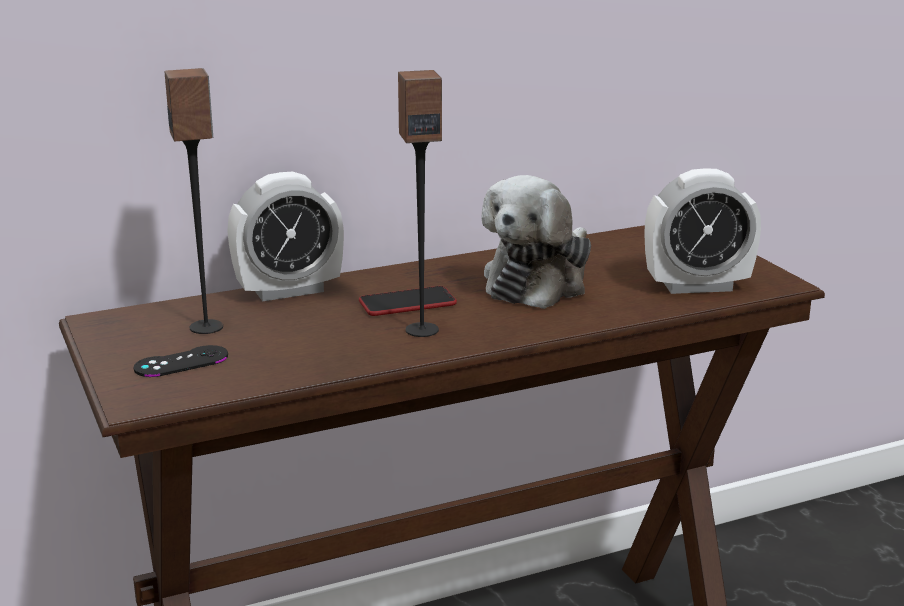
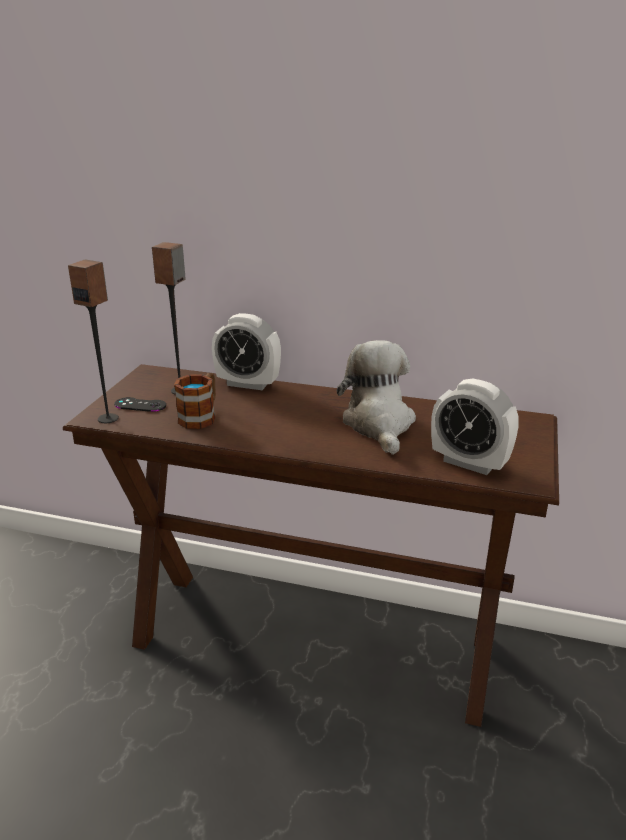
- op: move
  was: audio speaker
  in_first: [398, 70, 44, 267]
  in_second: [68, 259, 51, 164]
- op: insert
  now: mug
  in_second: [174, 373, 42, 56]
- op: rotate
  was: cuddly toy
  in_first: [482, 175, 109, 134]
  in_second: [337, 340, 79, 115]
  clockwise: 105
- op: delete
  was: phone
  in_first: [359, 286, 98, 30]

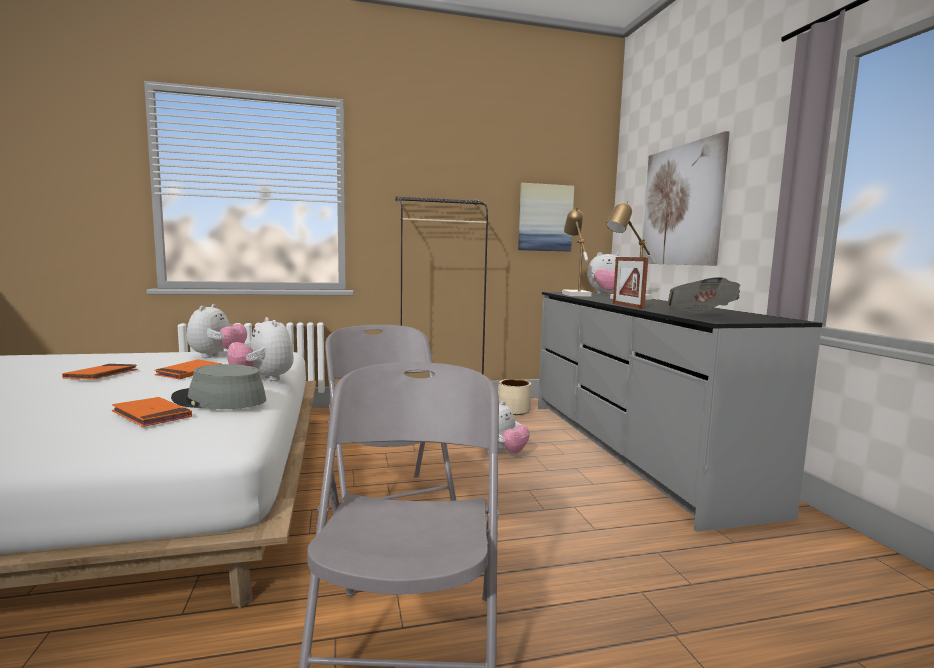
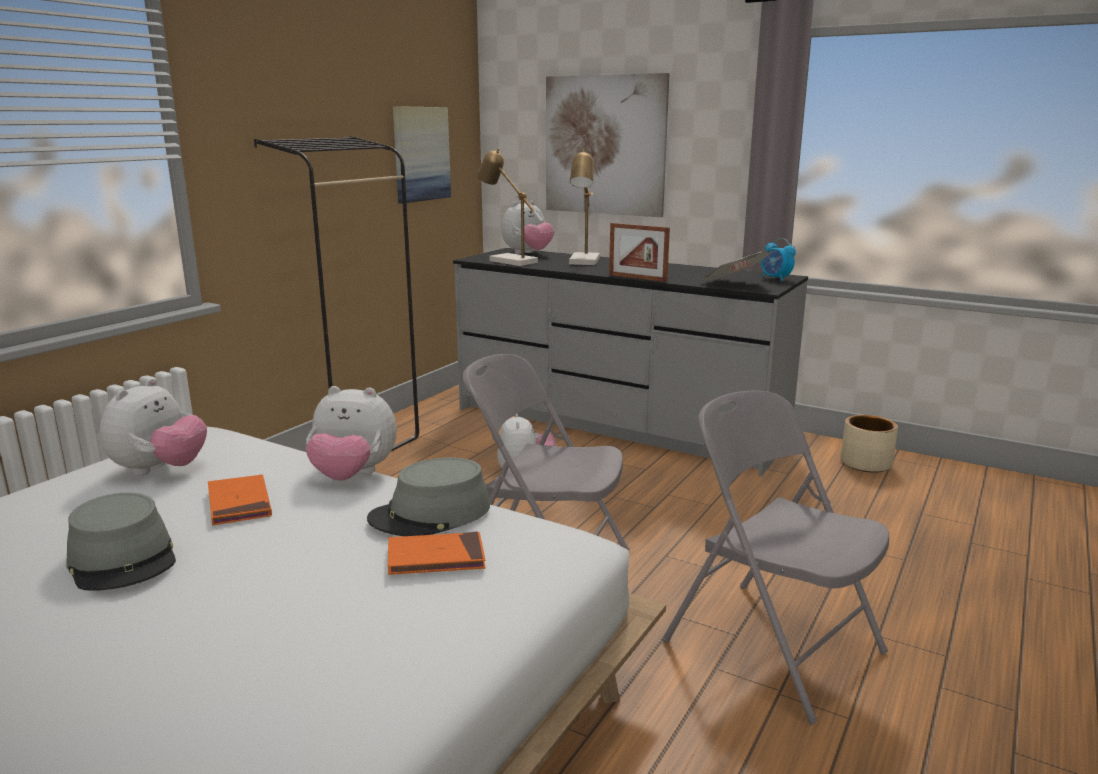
- op: replace
  was: orangey bound book
  now: grey wearable hat
  in_first: [62, 364, 76, 16]
  in_second: [66, 493, 110, 98]
- op: rotate
  was: cuddly toy
  in_first: [187, 304, 60, 54]
  in_second: [100, 379, 107, 97]
  clockwise: 60
- op: insert
  now: bedside clock
  in_second: [761, 238, 35, 43]
- op: move
  was: beige-coloured planter
  in_first: [498, 379, 33, 36]
  in_second: [840, 415, 58, 58]

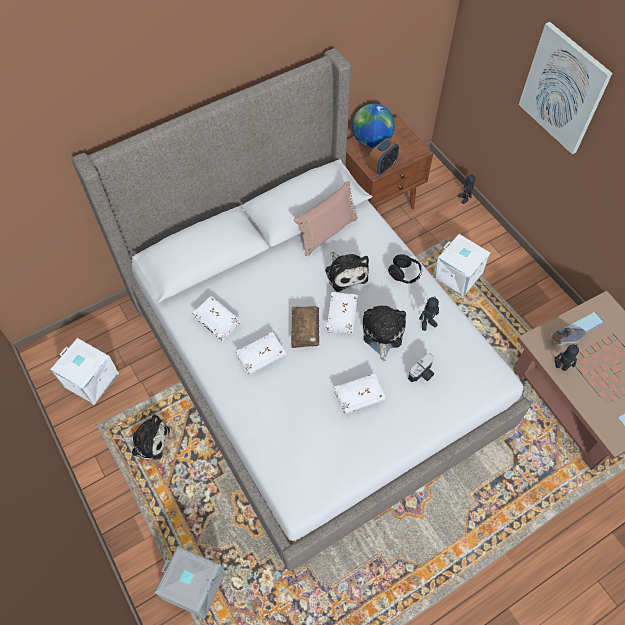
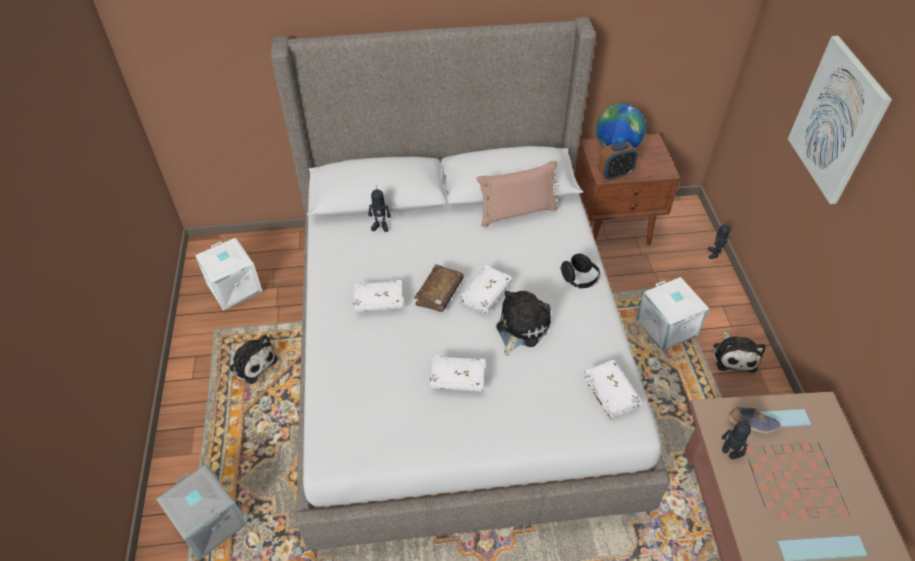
- op: move
  was: toy robot
  in_first: [419, 296, 20, 35]
  in_second: [368, 186, 23, 46]
- op: move
  was: white-coloured bound book
  in_first: [192, 296, 49, 45]
  in_second: [583, 360, 59, 60]
- op: move
  was: cuddly toy
  in_first: [325, 252, 44, 40]
  in_second: [713, 331, 52, 42]
- op: delete
  was: photo camera
  in_first: [408, 353, 26, 29]

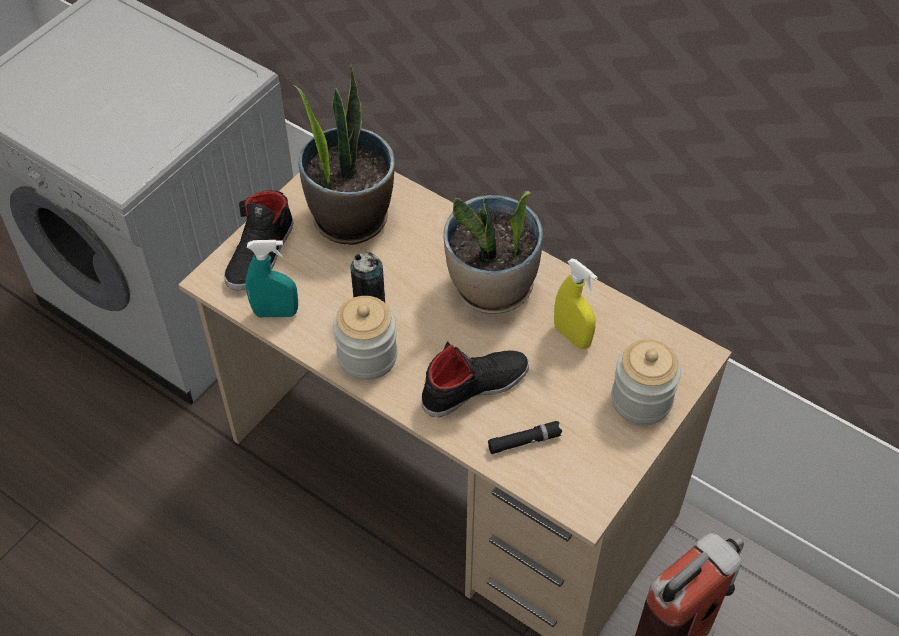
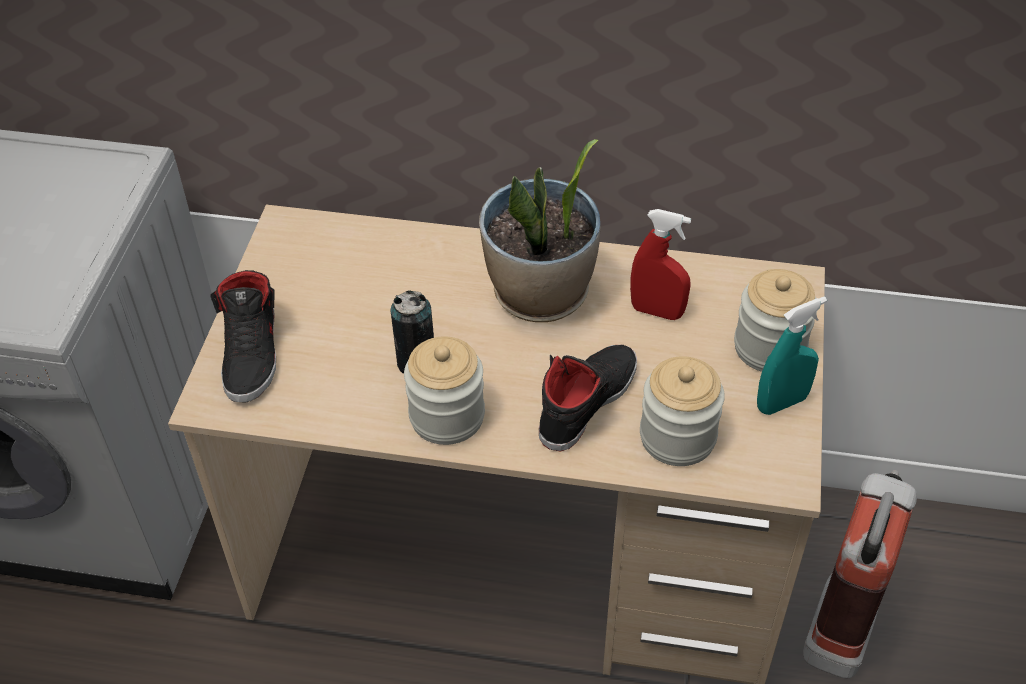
- op: recolor
  was: yellow spray bottle
  now: red-coloured spray bottle
  in_first: [554, 258, 44, 91]
  in_second: [630, 209, 61, 111]
- op: replace
  was: black torch
  now: preserve jar
  in_first: [488, 421, 74, 33]
  in_second: [640, 356, 85, 110]
- op: move
  was: turquoise-coloured spray bottle
  in_first: [246, 240, 52, 77]
  in_second: [757, 297, 70, 118]
- op: delete
  was: houseplant
  in_first: [292, 65, 103, 180]

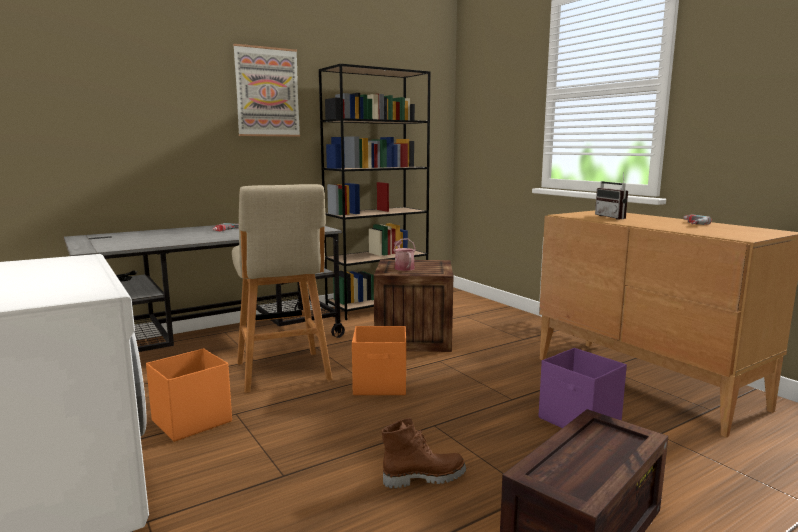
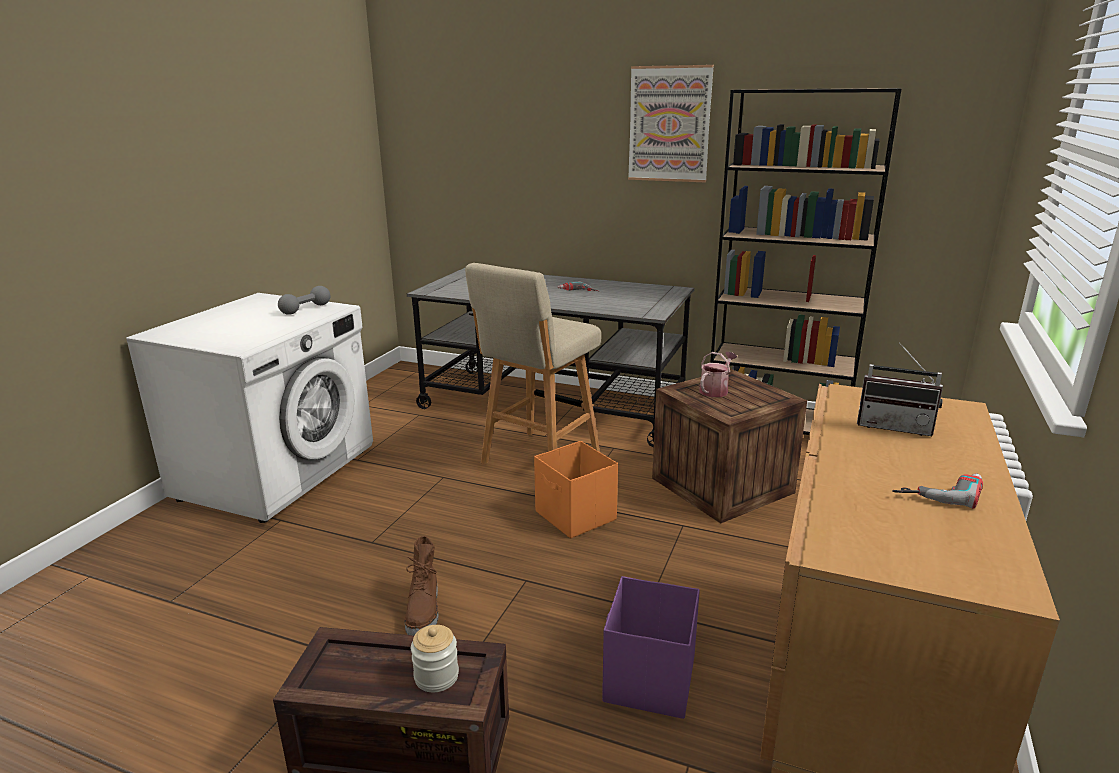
- op: insert
  now: grey dumbbell
  in_second: [278, 286, 53, 29]
- op: rotate
  was: brownish boot
  in_first: [382, 418, 84, 70]
  in_second: [405, 536, 34, 99]
  clockwise: 45
- op: insert
  now: preserve jar
  in_second: [411, 625, 48, 67]
- op: rotate
  was: radio set
  in_first: [595, 172, 33, 47]
  in_second: [857, 343, 86, 93]
  clockwise: -105
- op: delete
  was: orangey storage bin
  in_first: [146, 349, 86, 93]

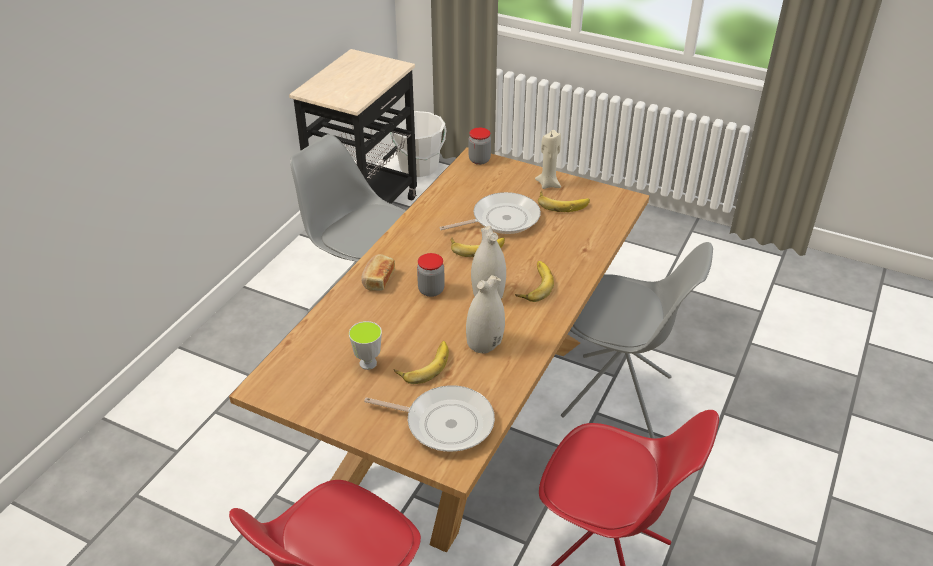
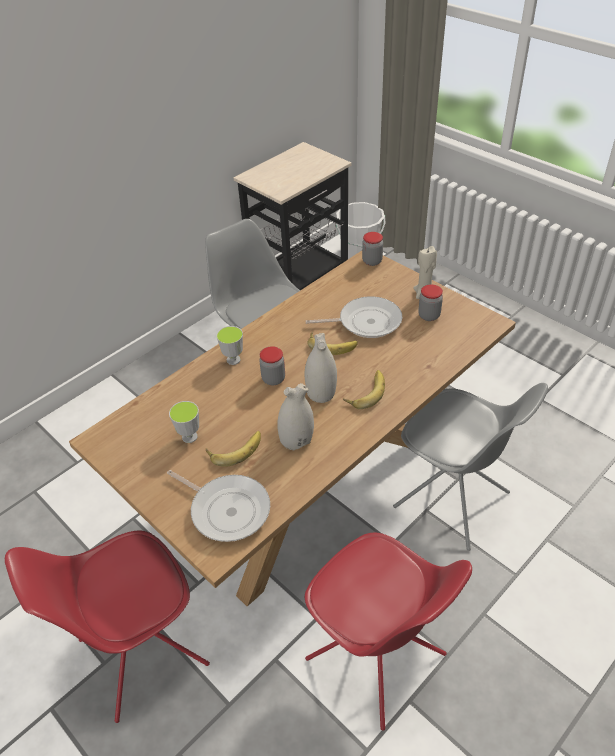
- op: replace
  was: bakery bread
  now: cup
  in_first: [361, 254, 34, 37]
  in_second: [216, 326, 27, 39]
- op: replace
  was: banana
  now: preserve jar
  in_first: [538, 191, 52, 21]
  in_second: [418, 284, 25, 37]

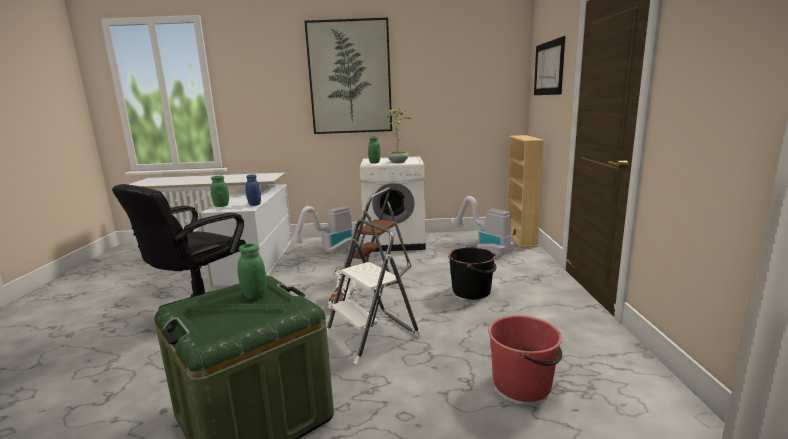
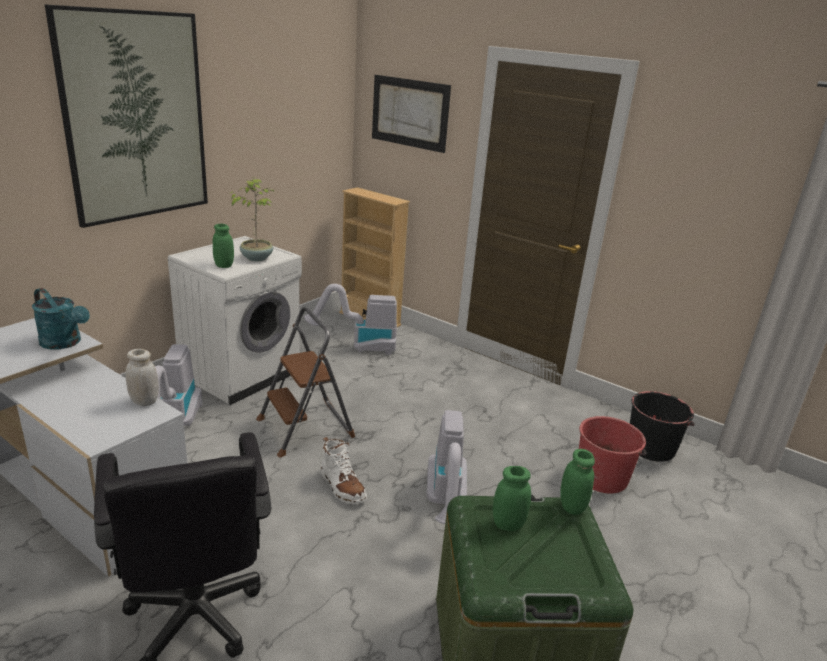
- op: insert
  now: turquoise-coloured sprinkling can
  in_second: [32, 288, 58, 61]
- op: recolor
  was: blue-coloured preserve jar
  now: white-coloured preserve jar
  in_first: [246, 174, 15, 32]
  in_second: [126, 349, 33, 57]
- op: replace
  was: white-coloured step stool
  now: vacuum cleaner
  in_first: [327, 219, 94, 146]
  in_second: [426, 410, 41, 114]
- op: move
  was: green preserve jar
  in_first: [211, 176, 18, 31]
  in_second: [560, 449, 35, 66]
- op: move
  was: black bucket
  in_first: [448, 247, 49, 52]
  in_second: [630, 391, 65, 71]

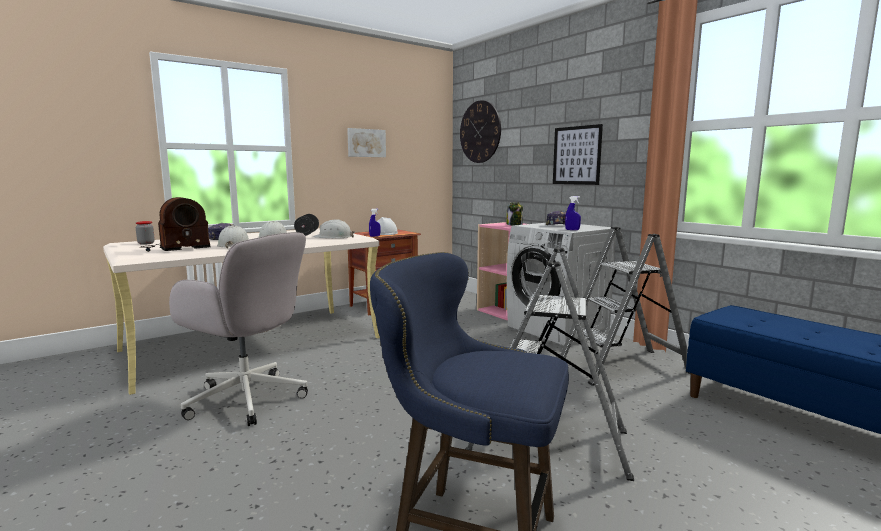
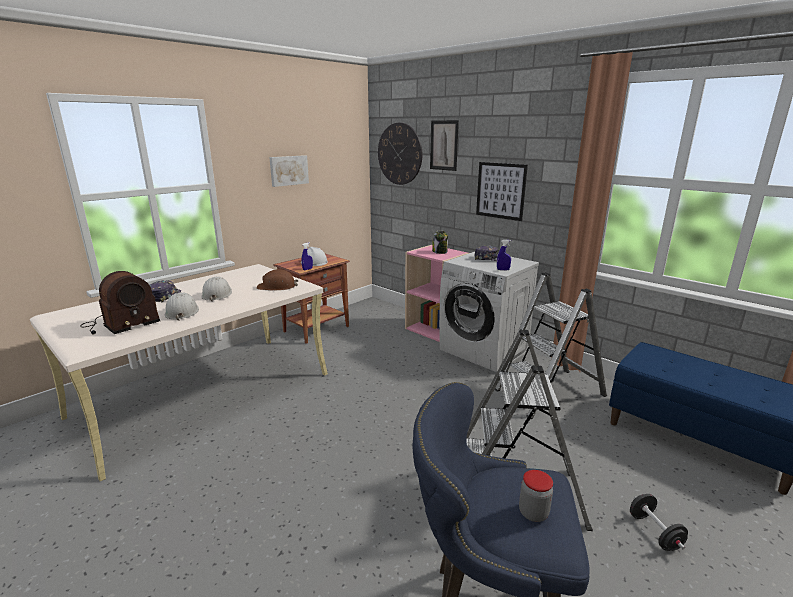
- op: recolor
  was: white-coloured safety helmet
  now: brownish safety helmet
  in_first: [313, 220, 42, 18]
  in_second: [257, 269, 41, 22]
- op: insert
  now: wall art
  in_second: [430, 120, 29, 51]
- op: move
  was: preserve jar
  in_first: [136, 221, 19, 24]
  in_second: [519, 470, 34, 52]
- op: move
  was: black dumbbell
  in_first: [294, 214, 25, 22]
  in_second: [630, 494, 58, 57]
- op: delete
  was: grey computer chair
  in_first: [169, 232, 139, 194]

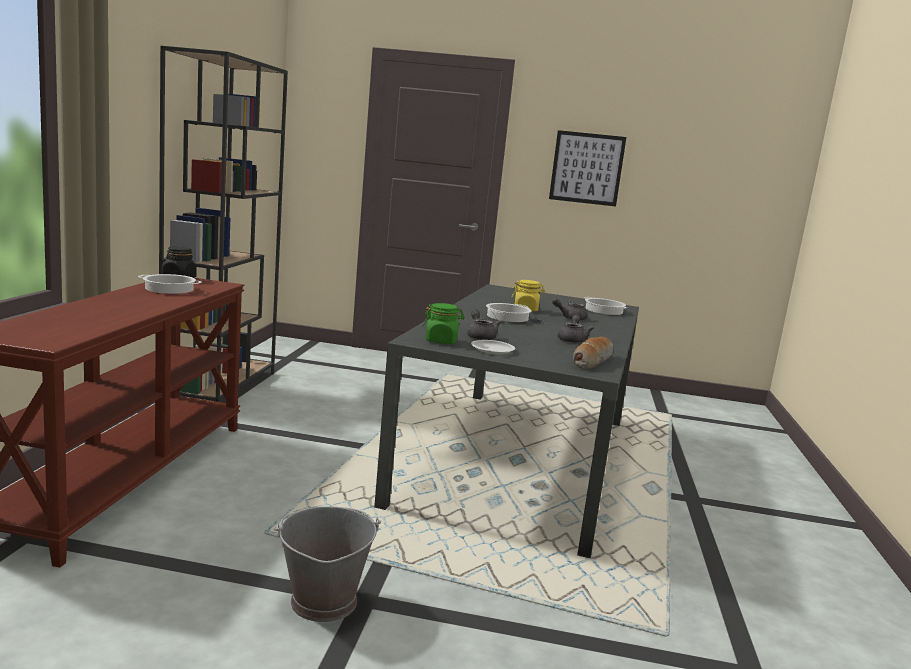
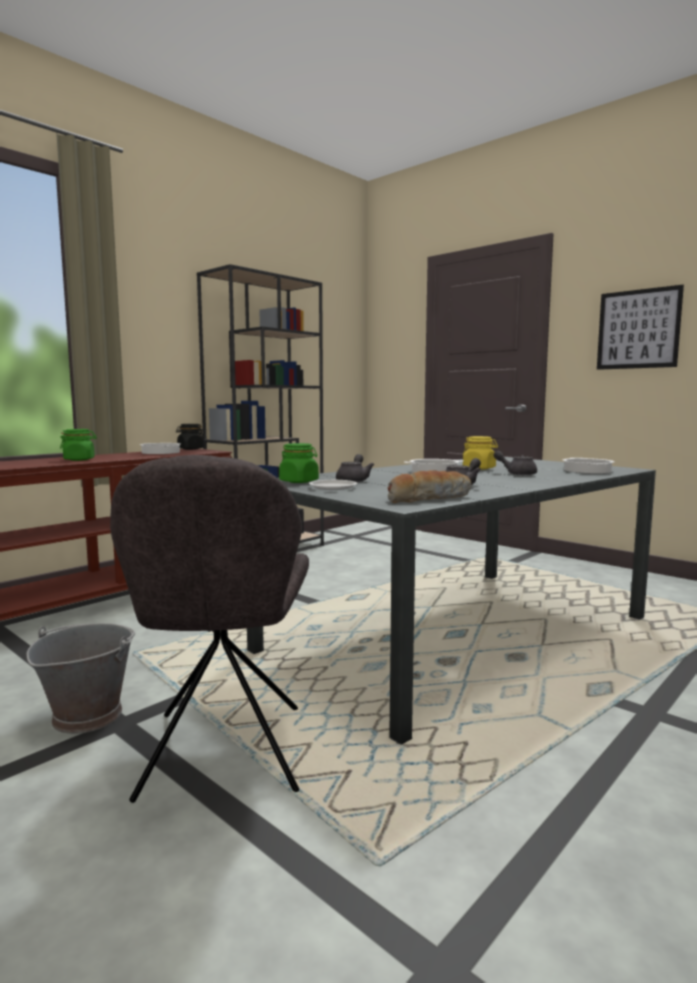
- op: insert
  now: green preserve jar
  in_second: [60, 429, 37, 32]
- op: insert
  now: grey plain chair
  in_second: [110, 455, 199, 348]

